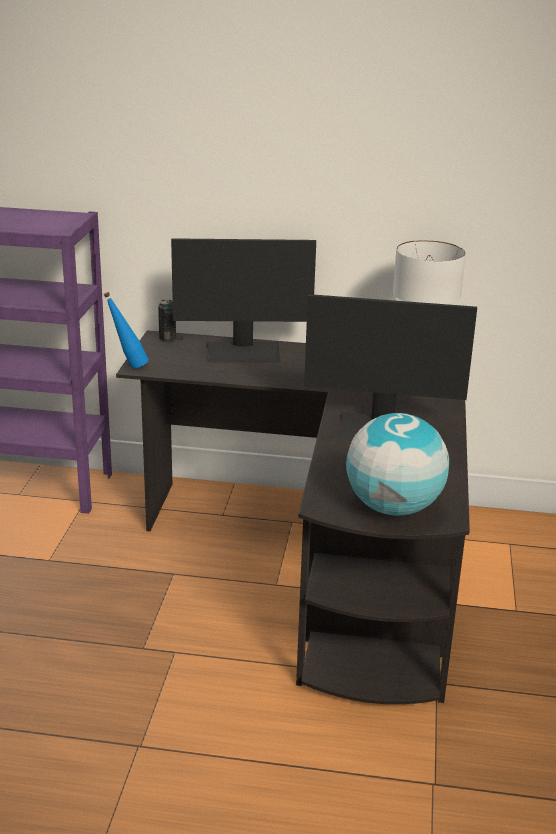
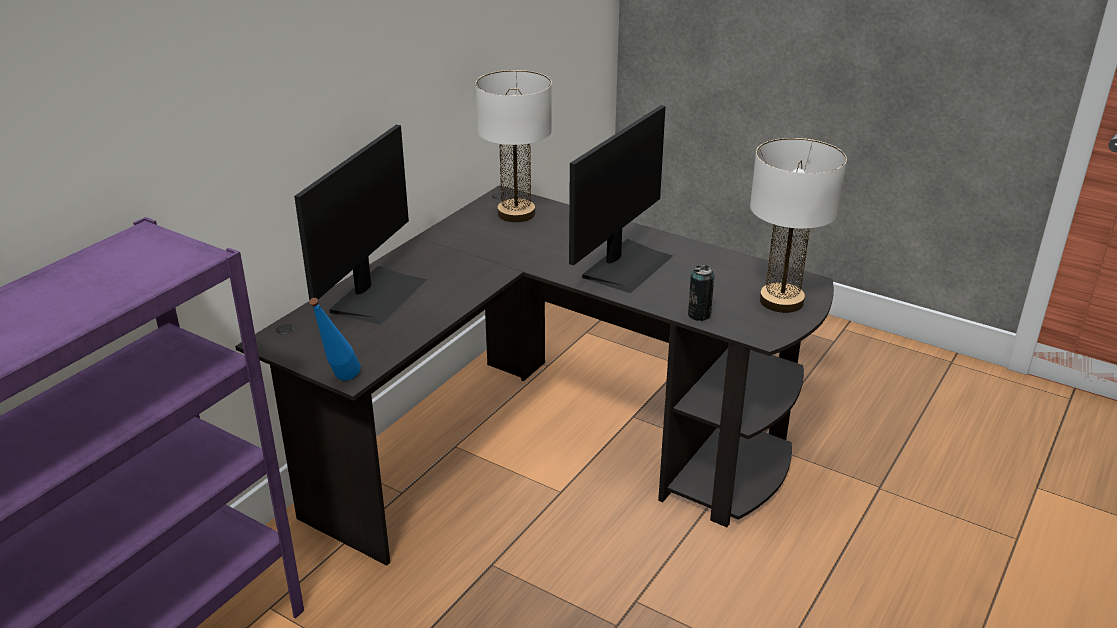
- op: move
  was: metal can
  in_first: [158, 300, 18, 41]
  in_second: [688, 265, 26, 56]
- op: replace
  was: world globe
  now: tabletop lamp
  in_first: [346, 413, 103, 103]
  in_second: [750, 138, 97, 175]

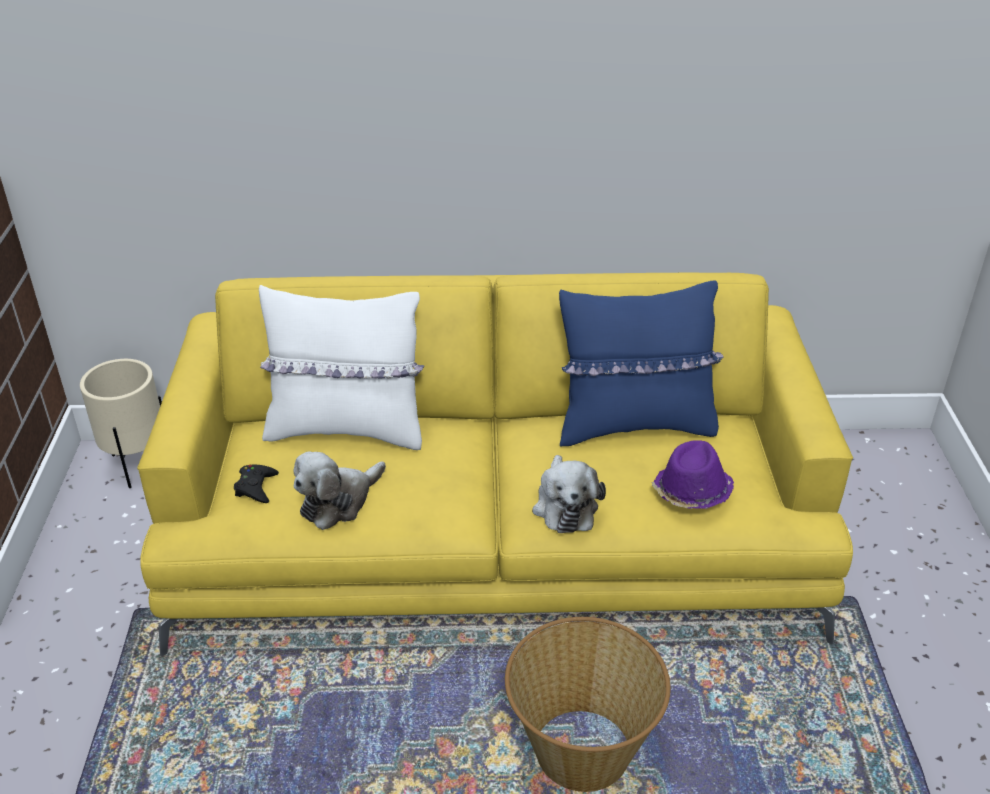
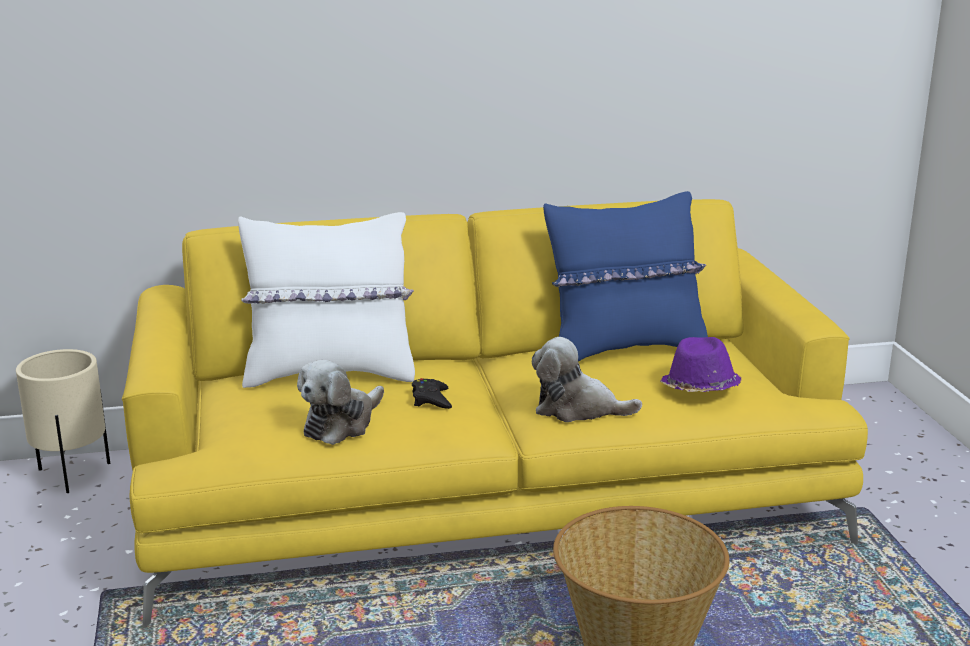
- op: move
  was: black game controller
  in_first: [234, 465, 45, 38]
  in_second: [412, 378, 40, 31]
- op: rotate
  was: cuddly toy
  in_first: [532, 455, 74, 78]
  in_second: [532, 337, 110, 85]
  clockwise: 120

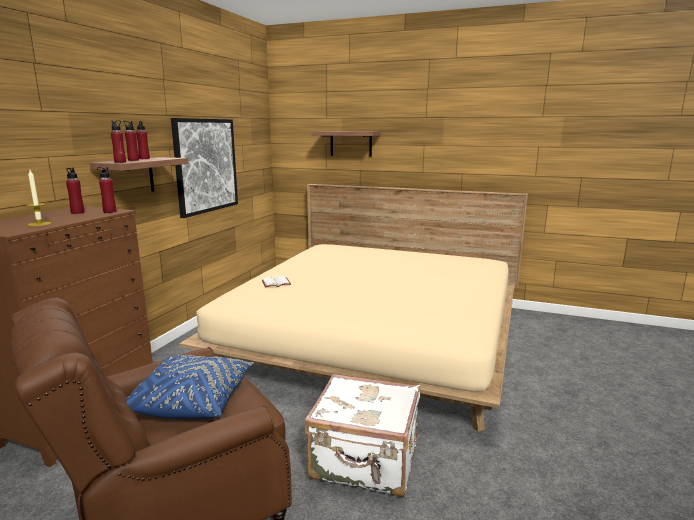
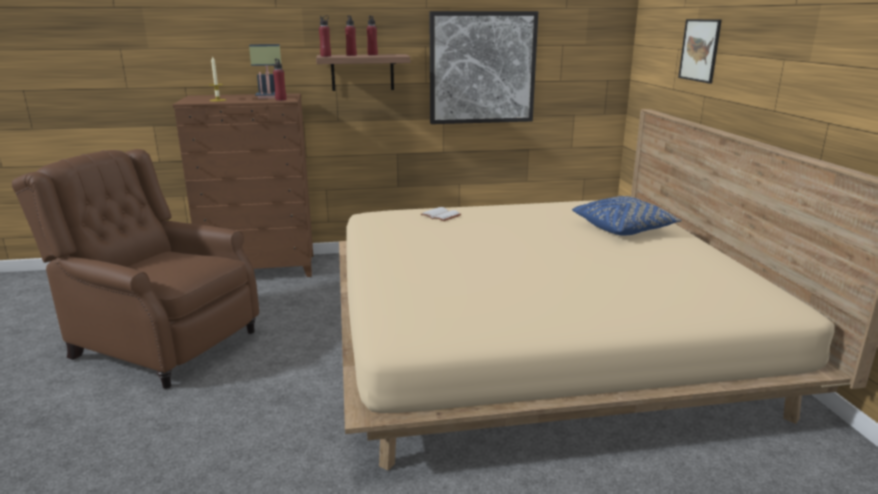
- op: replace
  was: red-coloured beverage bottle
  now: tabletop lamp
  in_first: [66, 167, 19, 47]
  in_second: [249, 44, 32, 55]
- op: move
  was: blue-coloured throw pillow
  in_first: [125, 355, 129, 64]
  in_second: [572, 196, 110, 39]
- op: replace
  was: shelf
  now: wall art
  in_first: [312, 131, 69, 26]
  in_second: [678, 19, 44, 65]
- op: delete
  was: white-coloured travel case
  in_first: [305, 374, 115, 123]

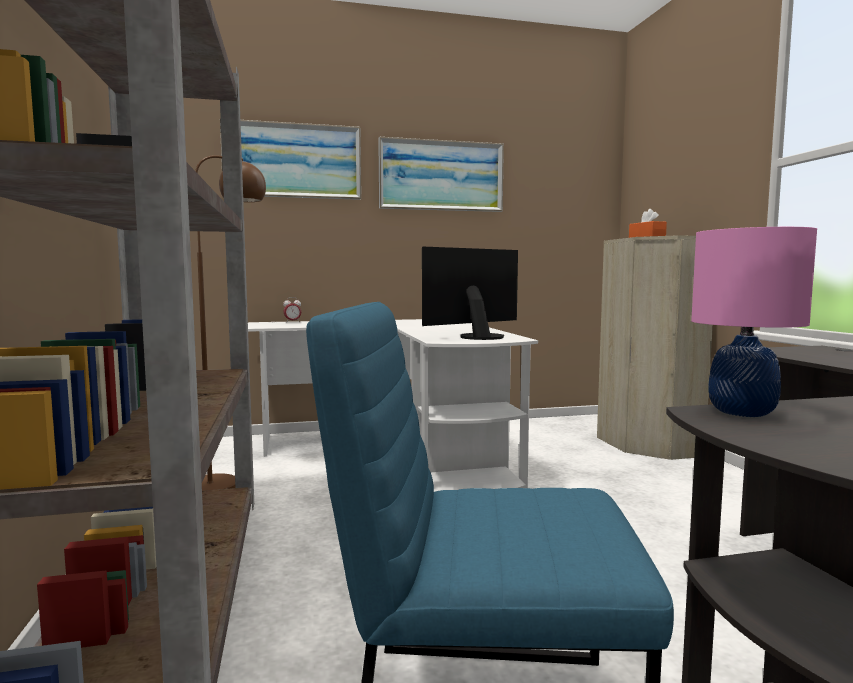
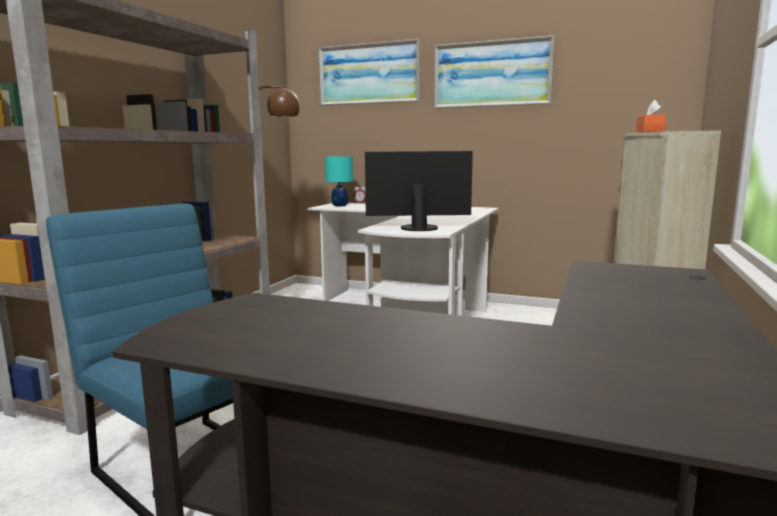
- op: insert
  now: turquoise-coloured tabletop lamp
  in_second: [325, 156, 28, 50]
- op: delete
  was: pink-coloured tabletop lamp
  in_first: [691, 227, 126, 190]

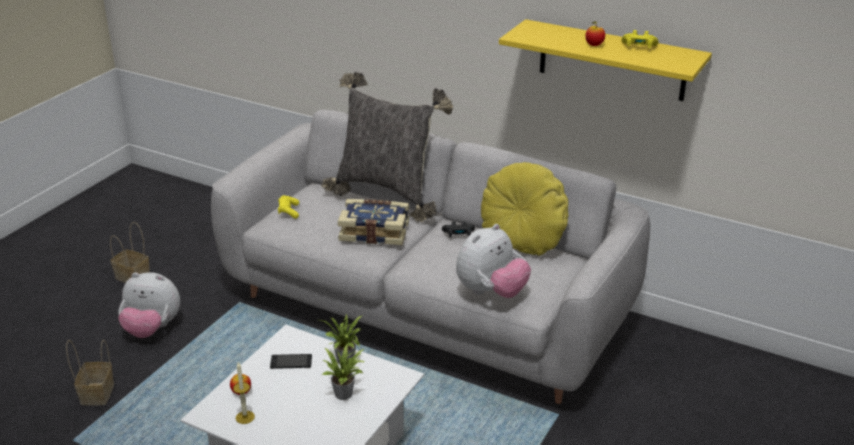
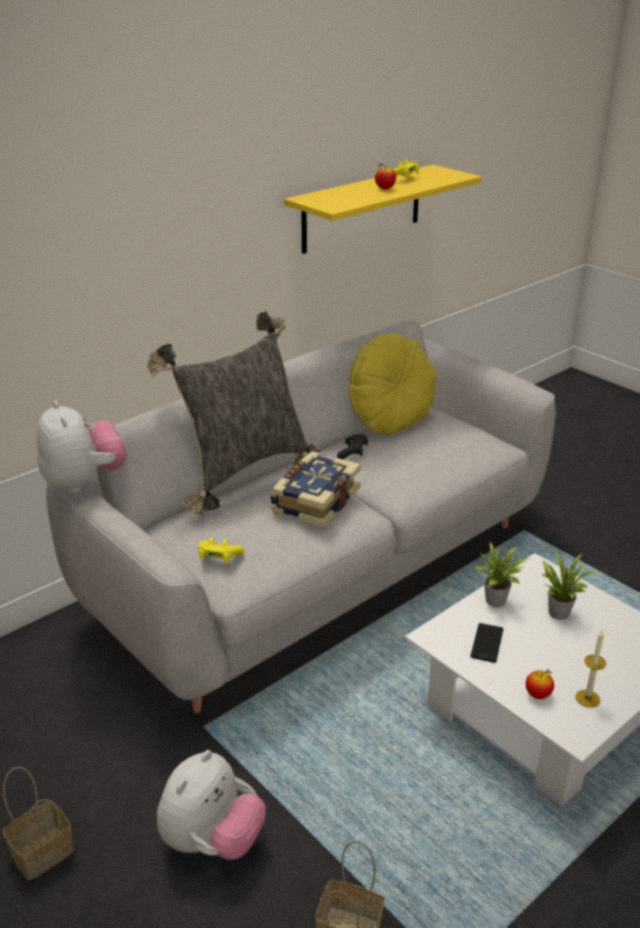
- op: move
  was: cuddly toy
  in_first: [456, 224, 75, 74]
  in_second: [37, 400, 90, 94]

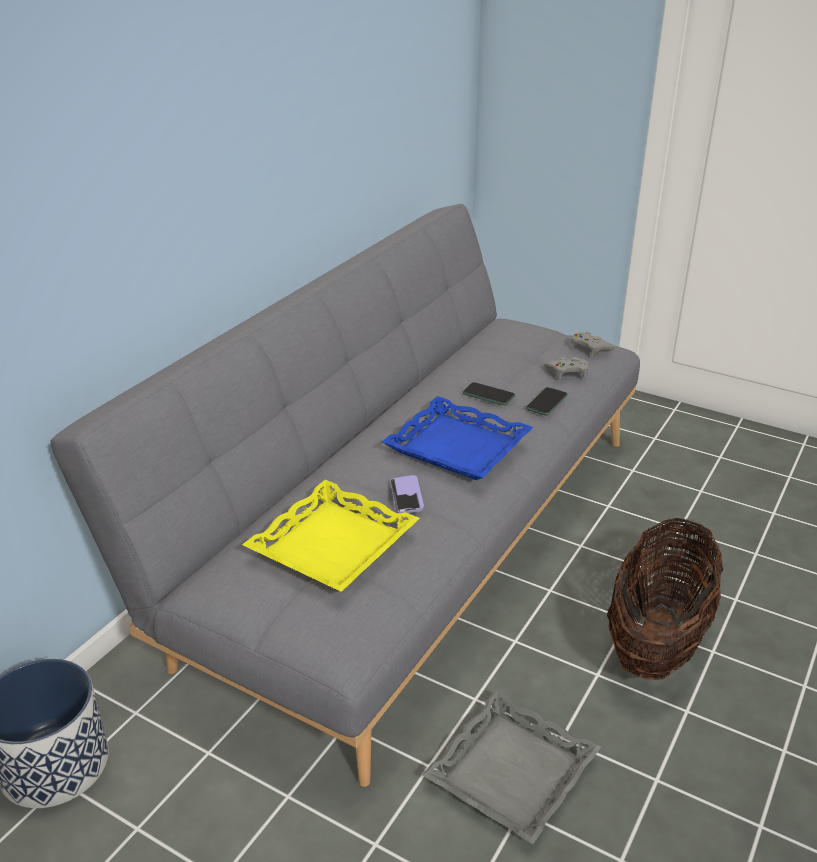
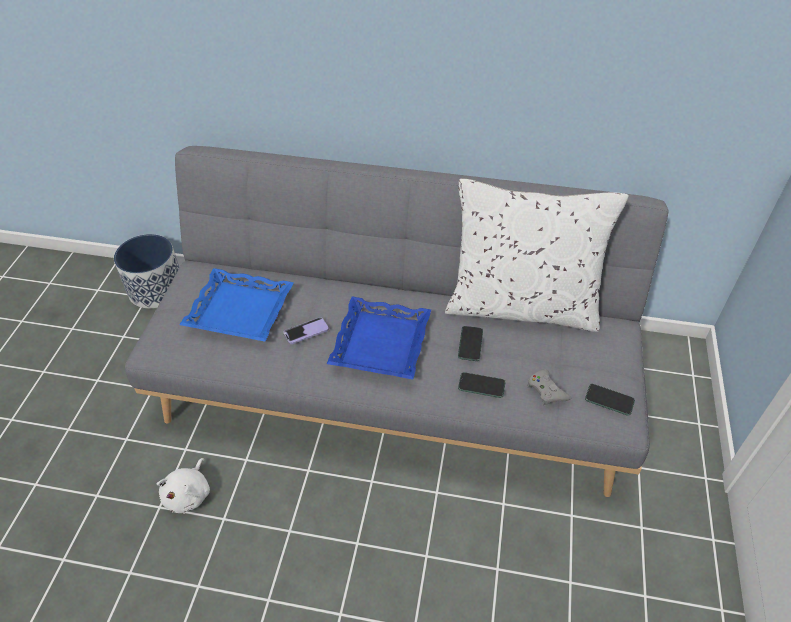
- op: replace
  was: grey serving tray
  now: white-coloured cuddly toy
  in_first: [422, 690, 179, 154]
  in_second: [156, 458, 54, 55]
- op: recolor
  was: yellow serving tray
  now: blue-coloured serving tray
  in_first: [242, 480, 178, 112]
  in_second: [179, 268, 115, 74]
- op: insert
  now: white-coloured throw pillow
  in_second: [445, 179, 184, 153]
- op: replace
  was: grey game controller
  now: phone
  in_first: [571, 331, 44, 25]
  in_second: [585, 384, 50, 32]
- op: delete
  was: household basket
  in_first: [607, 517, 116, 163]

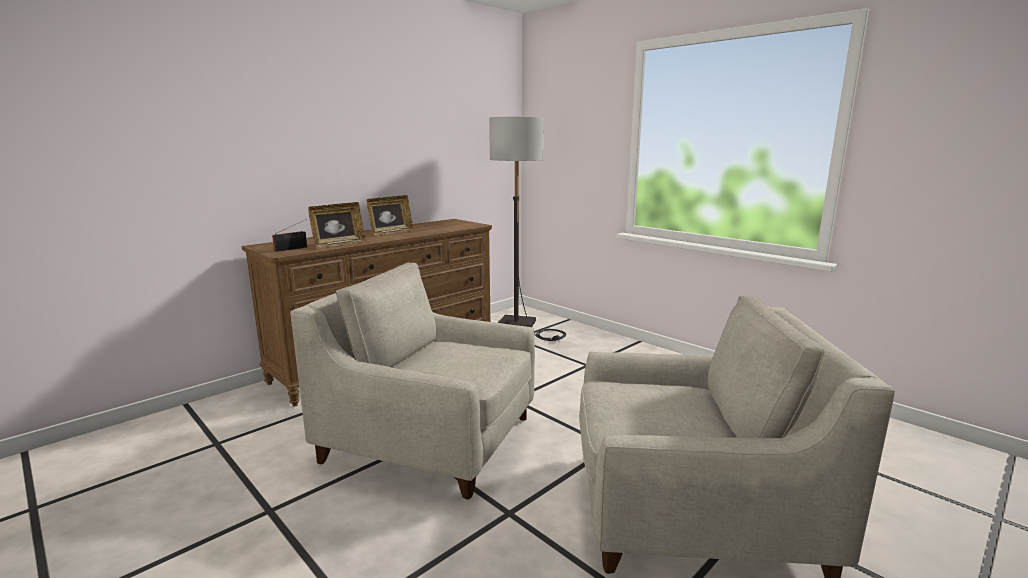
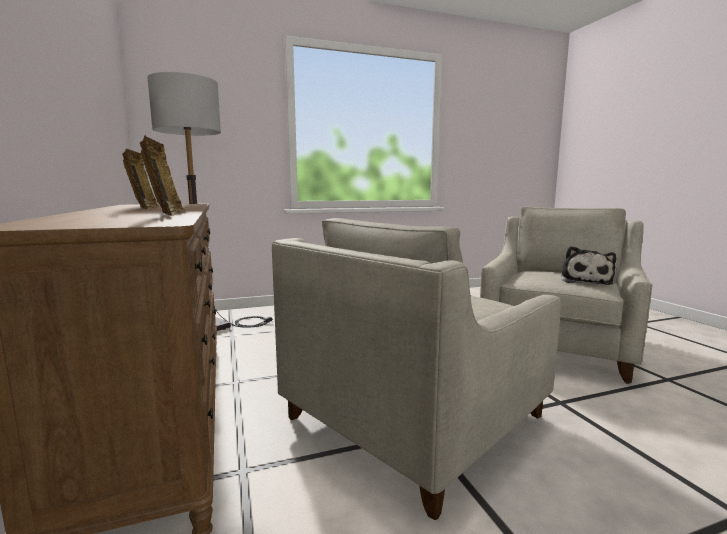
- op: insert
  now: cuddly toy
  in_second: [561, 246, 55, 39]
- op: delete
  was: radio set
  in_first: [272, 219, 35, 33]

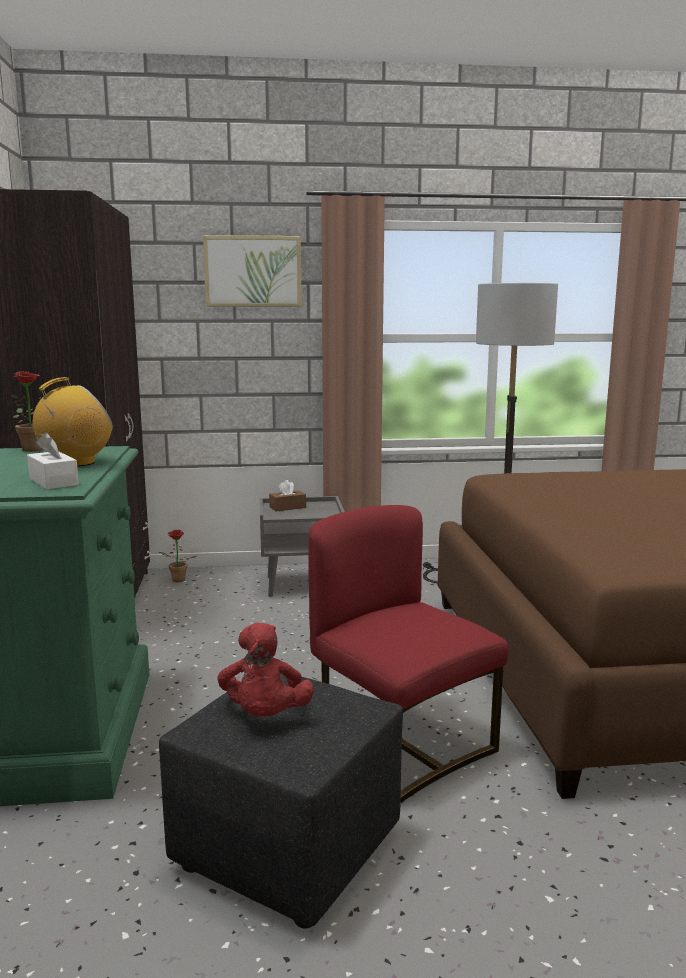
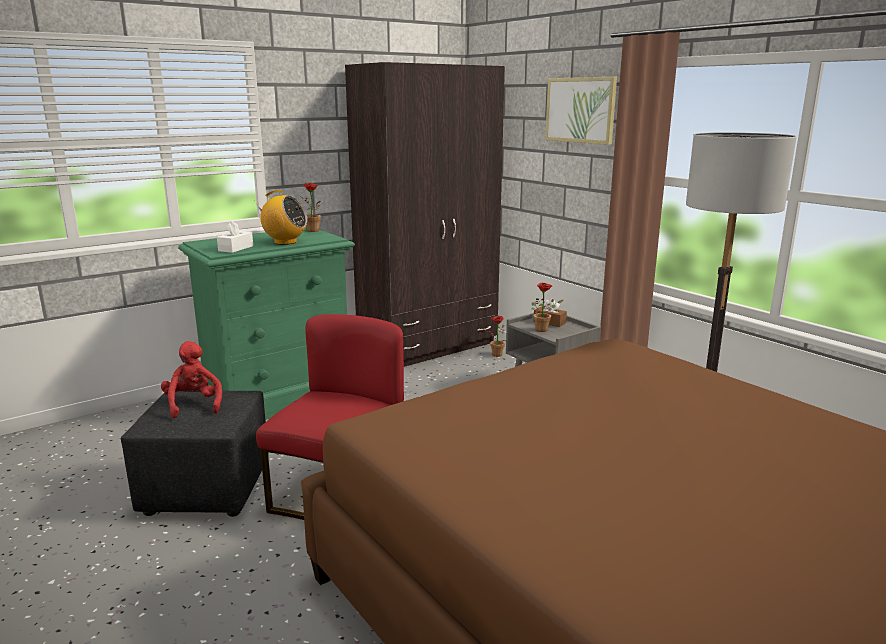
- op: rotate
  was: red-coloured cuddly toy
  in_first: [217, 623, 97, 94]
  in_second: [161, 341, 61, 77]
  clockwise: 105
- op: insert
  now: houseplant
  in_second: [532, 283, 32, 49]

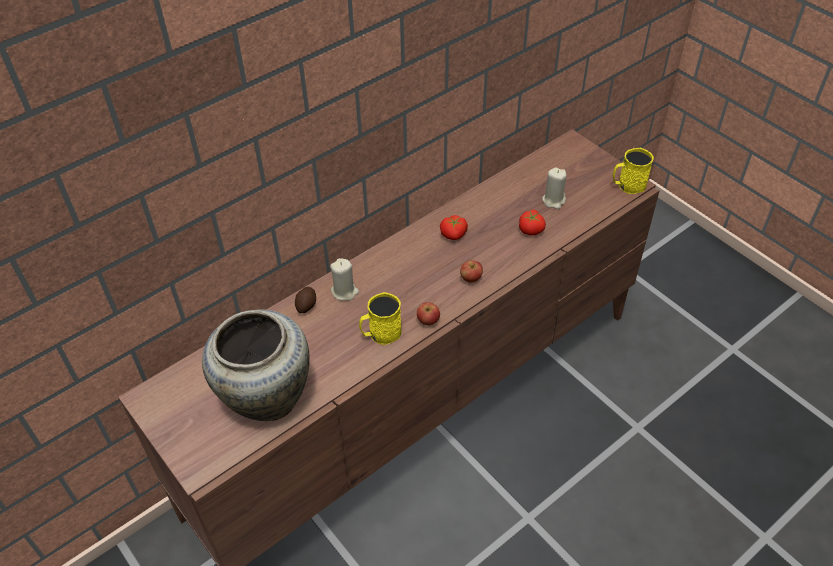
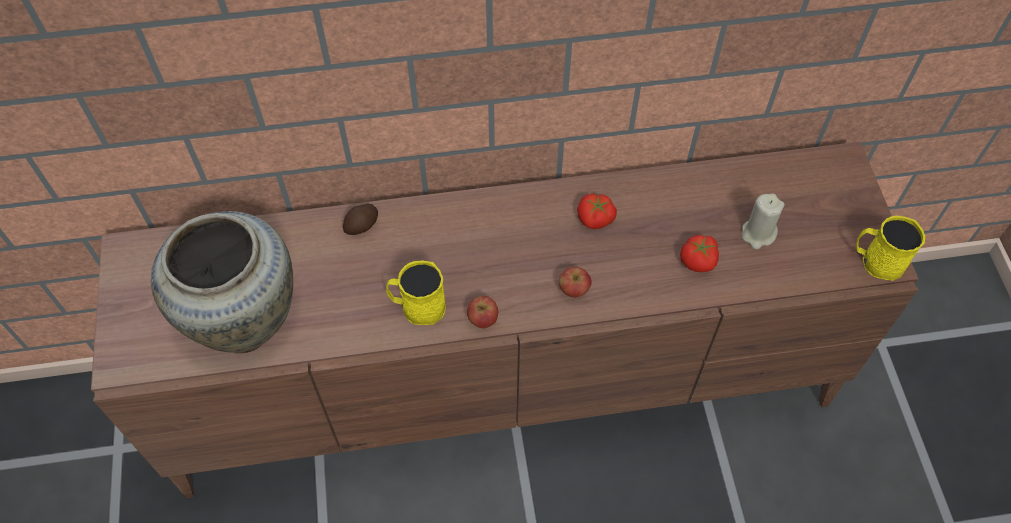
- op: delete
  was: beige-coloured wax candle
  in_first: [330, 258, 29, 43]

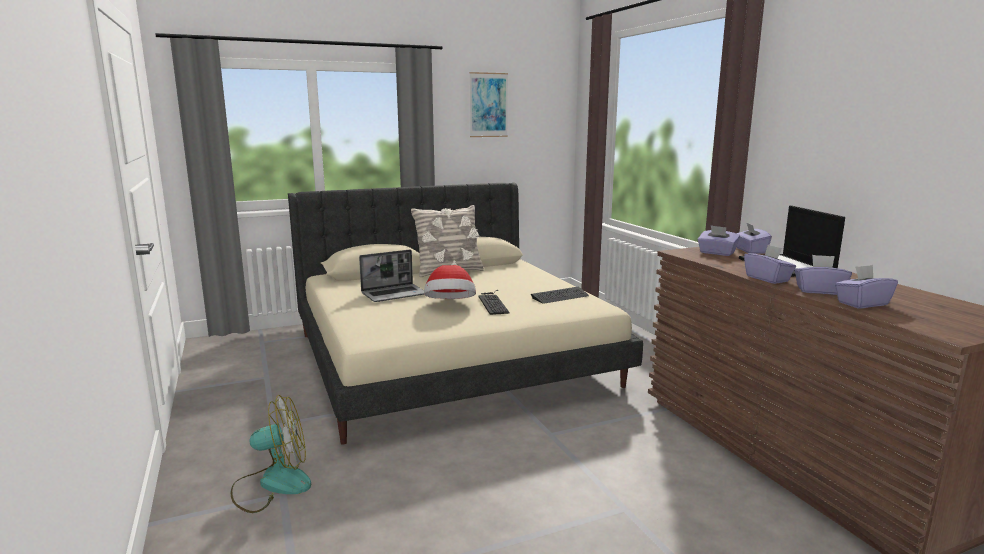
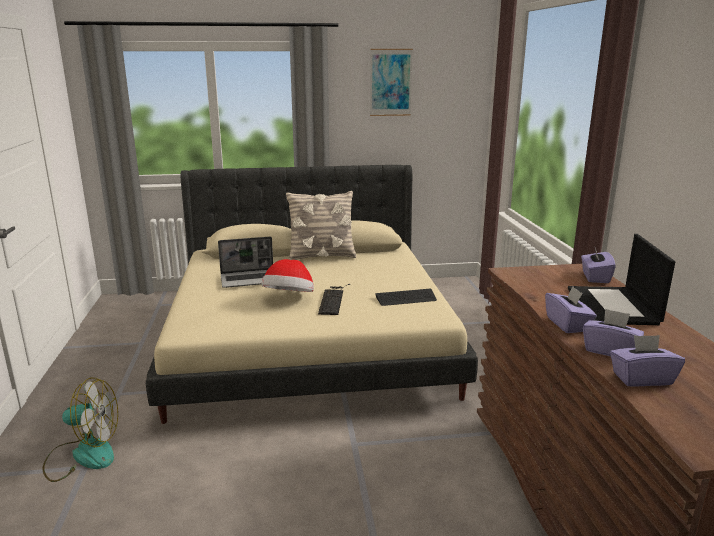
- op: delete
  was: purplish tissue holder
  in_first: [697, 225, 43, 31]

